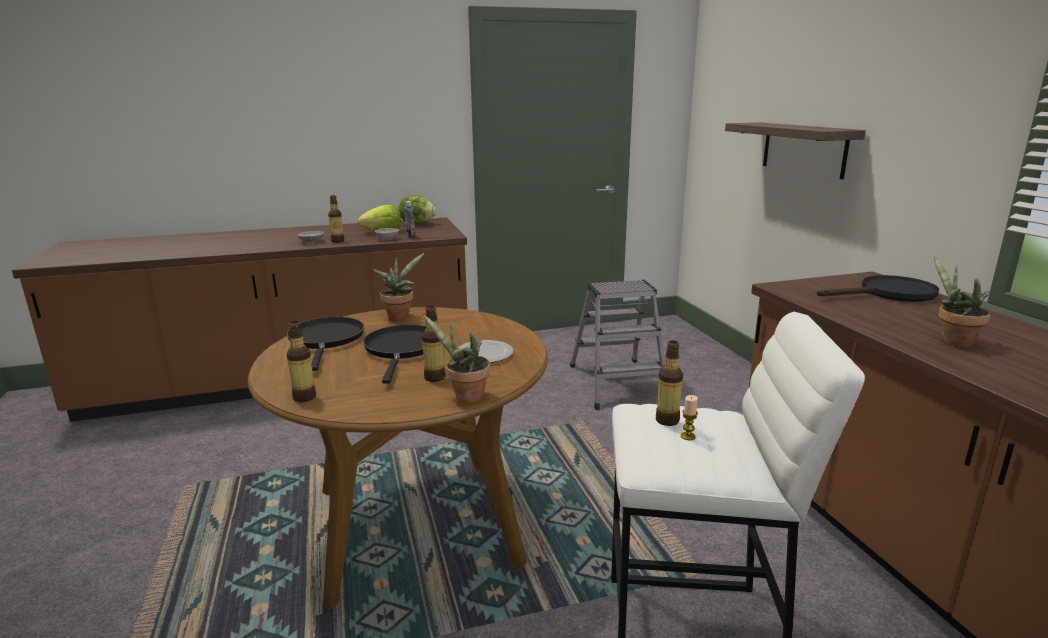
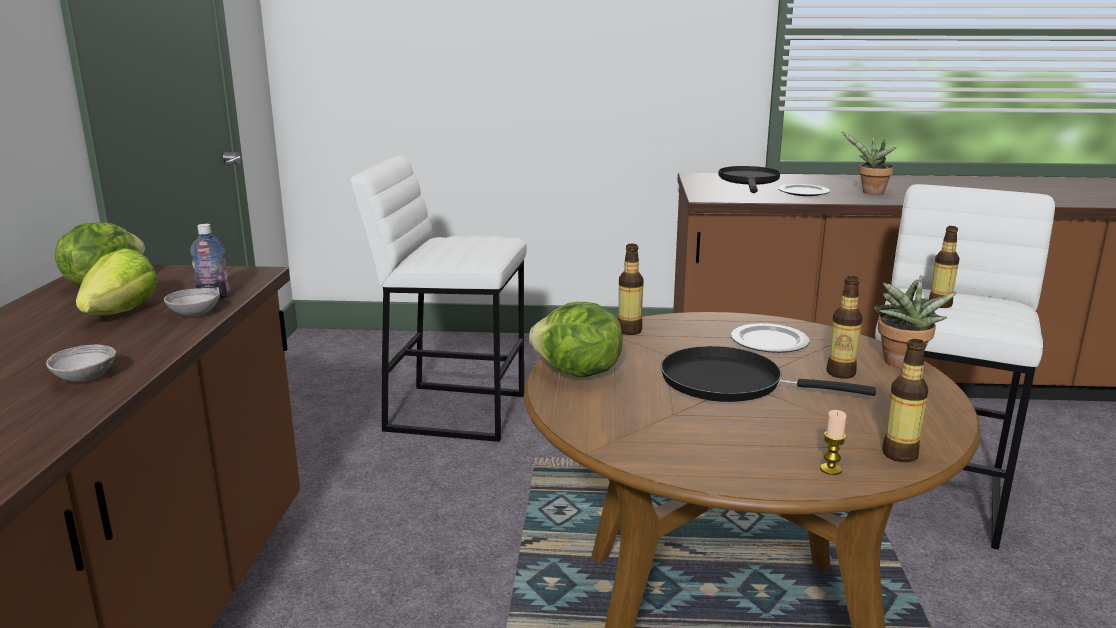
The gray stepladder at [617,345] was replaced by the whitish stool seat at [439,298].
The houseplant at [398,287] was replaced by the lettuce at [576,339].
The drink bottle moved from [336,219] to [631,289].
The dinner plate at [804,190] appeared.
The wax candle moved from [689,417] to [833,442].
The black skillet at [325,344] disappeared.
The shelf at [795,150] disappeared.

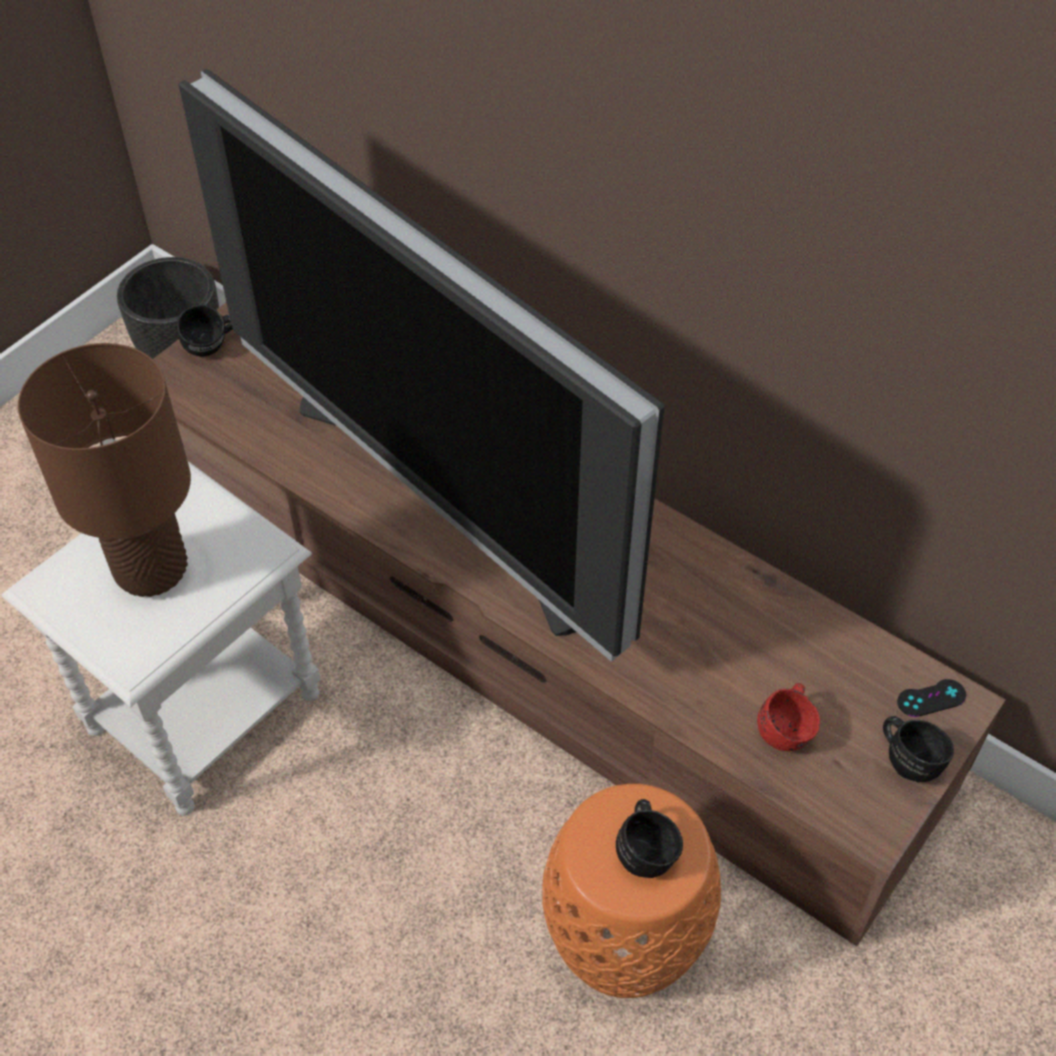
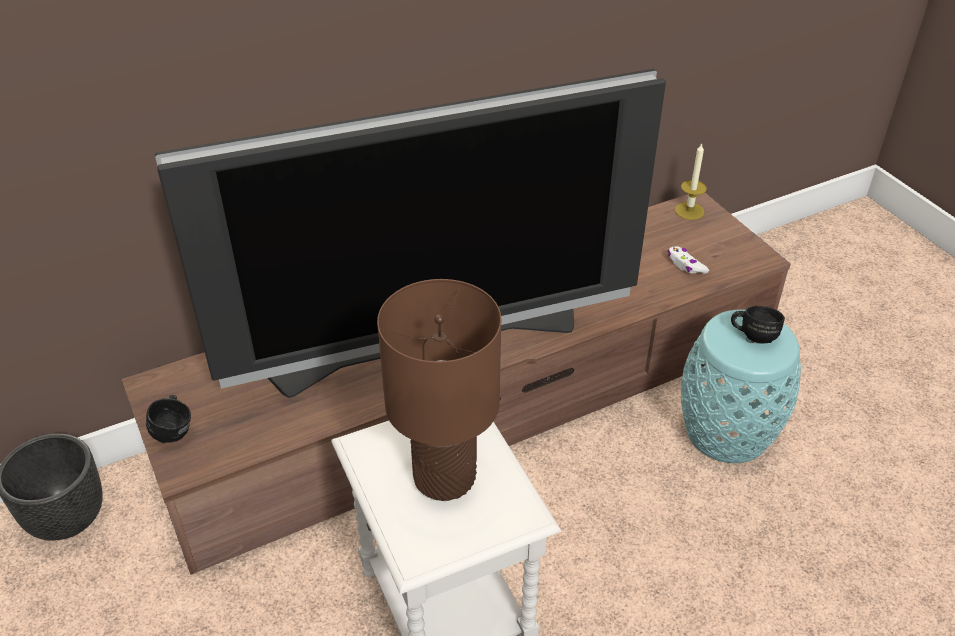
The reddish mug at [788,717] was replaced by the whitish game controller at [688,260].
The black game controller at [931,698] was replaced by the wax candle at [691,181].
The orange stool seat at [631,891] became the blue-green stool seat at [741,386].
The black mug at [918,749] disappeared.

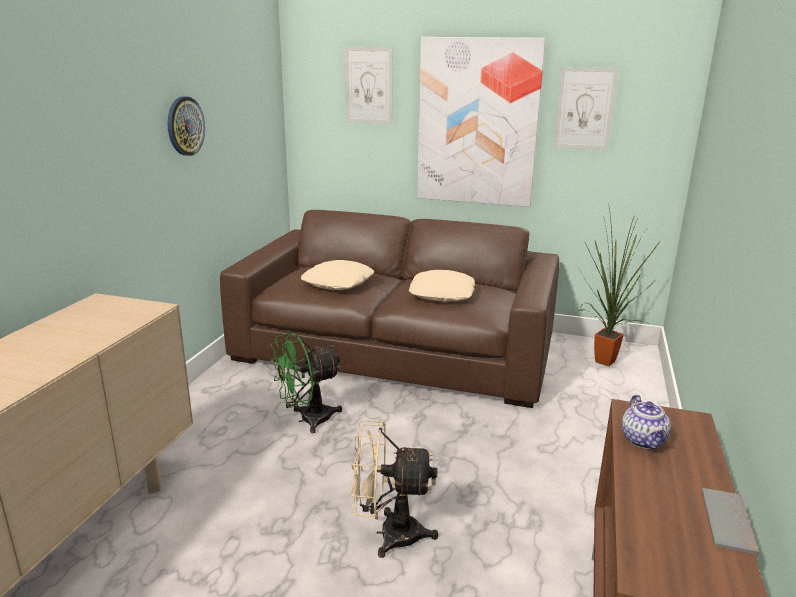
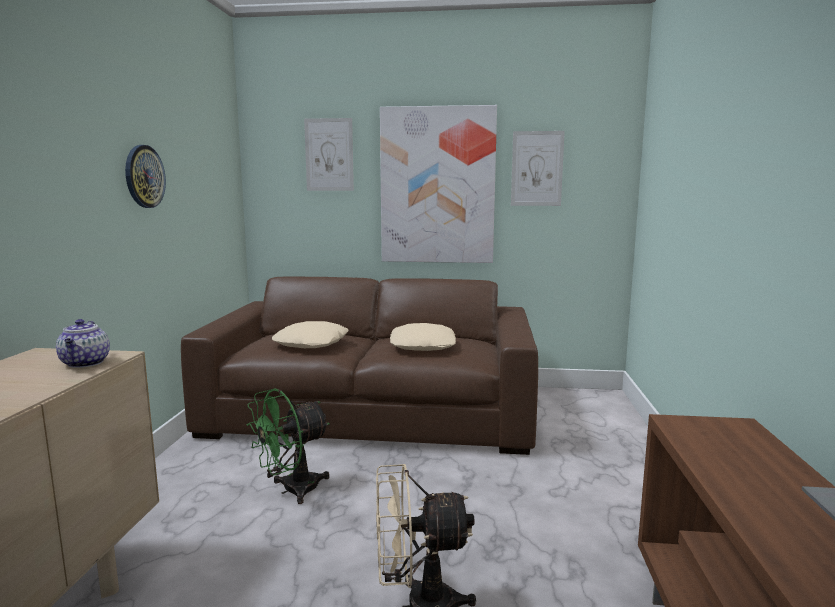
The pot for tea moved from [646,422] to [83,343].
The houseplant at [619,284] disappeared.

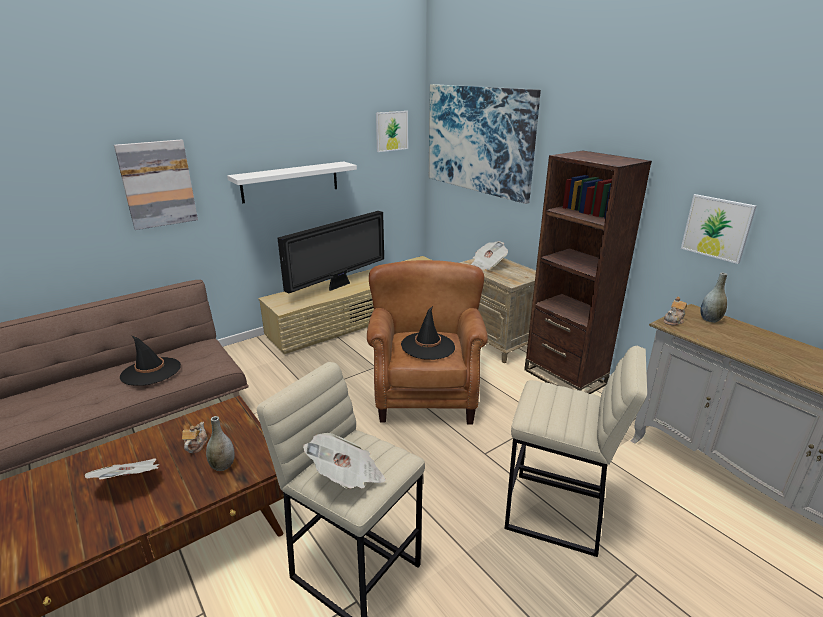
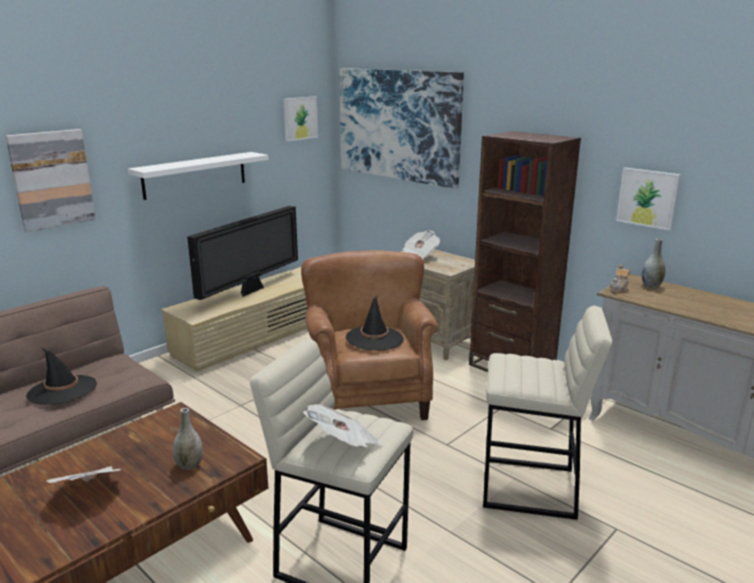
The pot for tea at [195,437] disappeared.

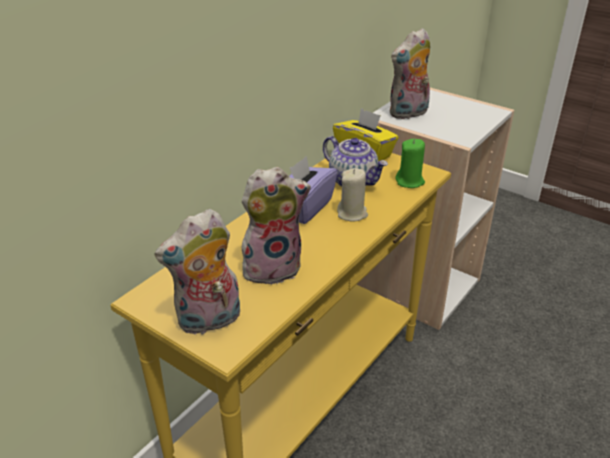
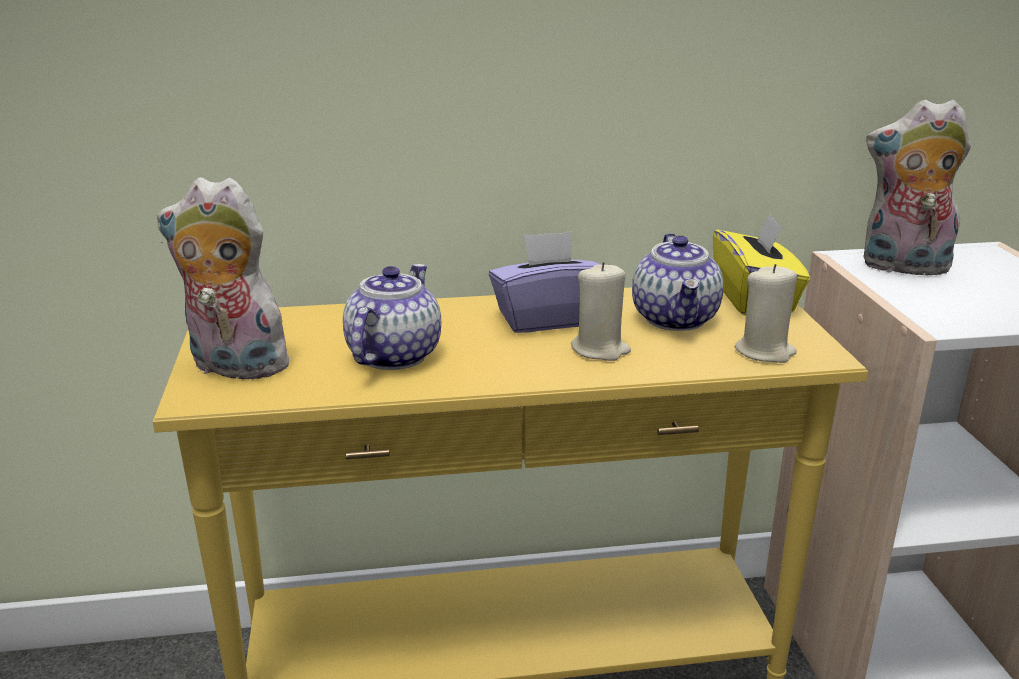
The soft toy at [276,226] was replaced by the pot for tea at [392,317].
The greenish wax candle at [410,163] became the beige-coloured wax candle at [766,313].

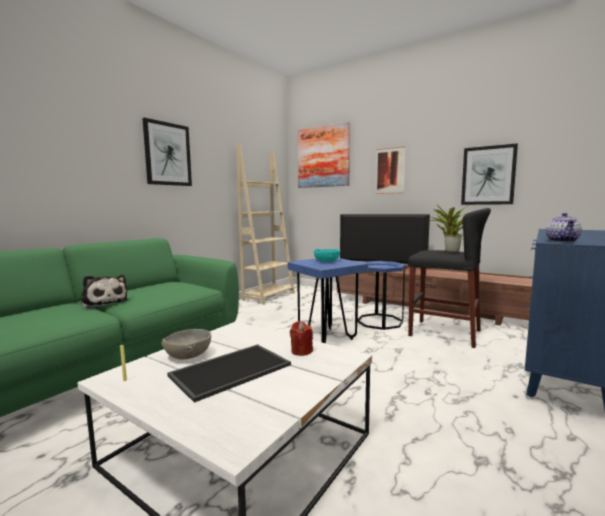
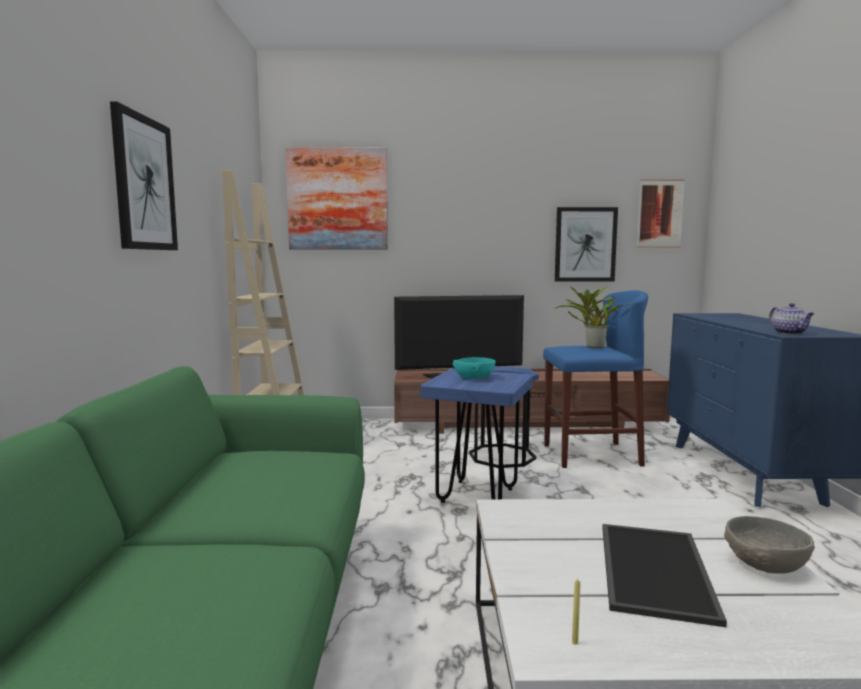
The black stool seat at [449,278] became the bluish stool seat at [595,379].
The picture moved from [390,170] to [661,213].
The gray deep dish moved from [186,344] to [769,545].
The soft toy at [104,292] disappeared.
The reddish wax candle at [301,339] disappeared.

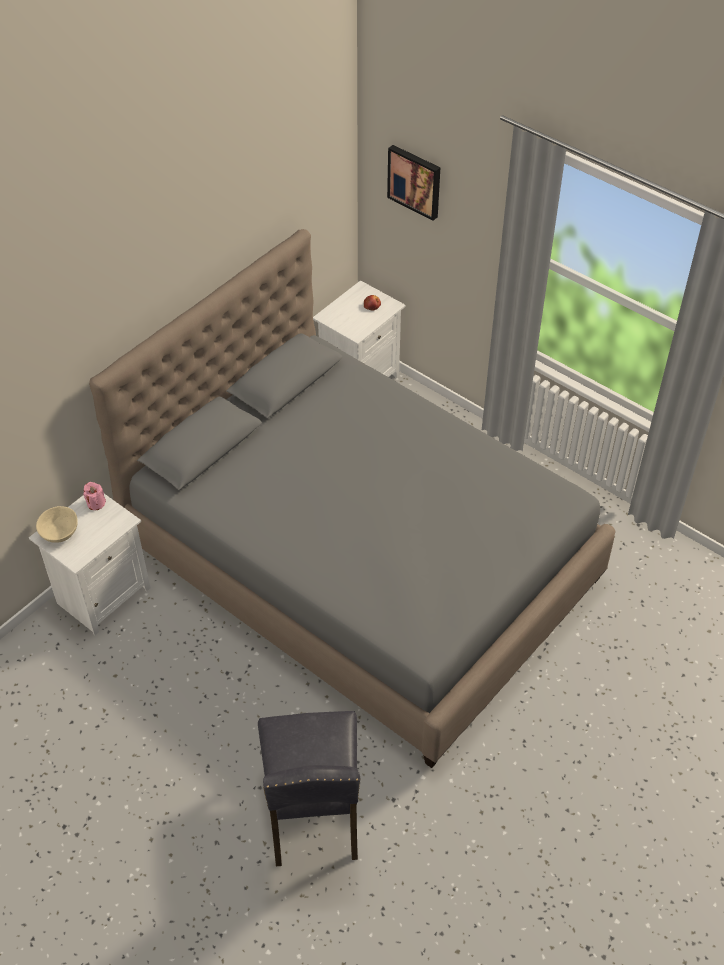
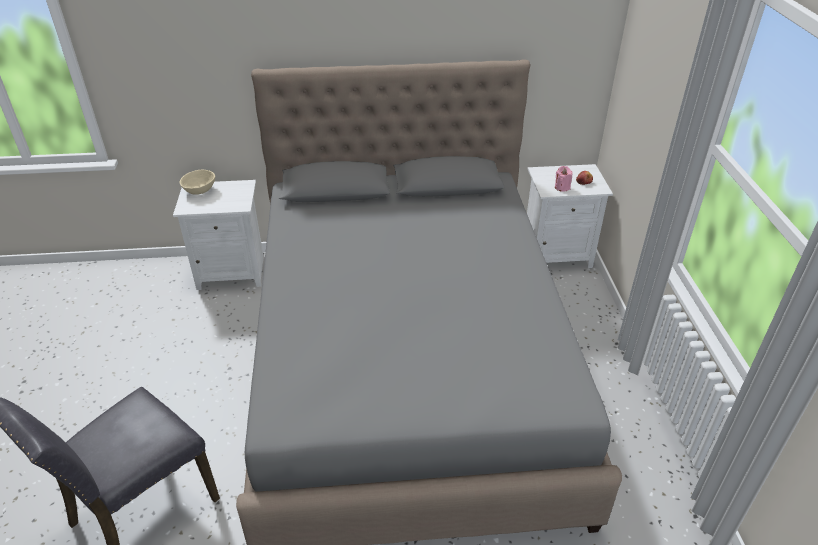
The pink wax candle moved from [94,496] to [564,179].
The picture at [413,182] disappeared.

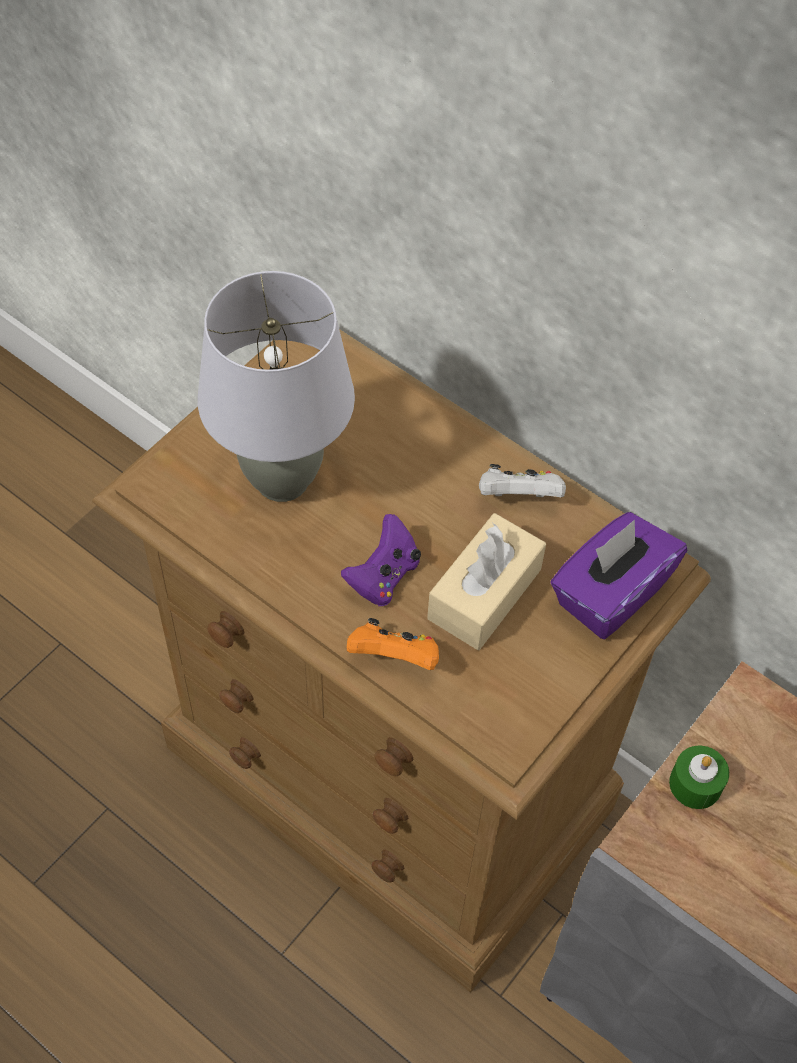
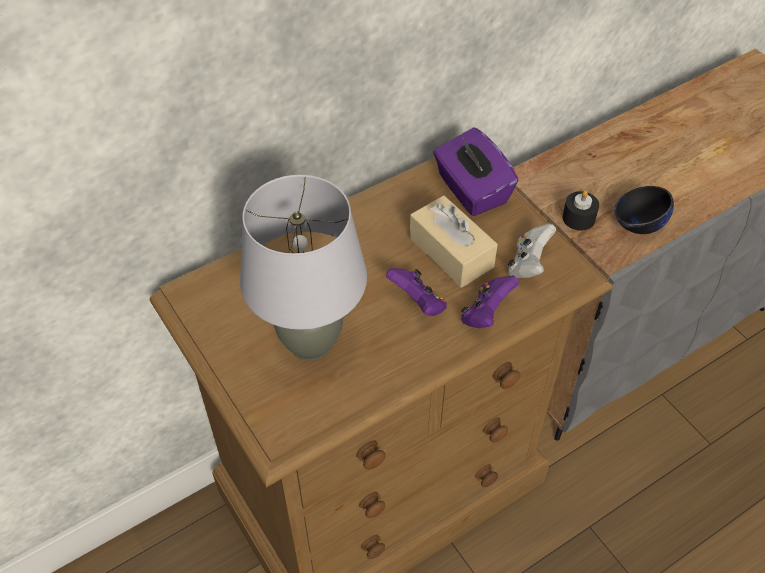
The orange game controller at [393,644] became the purplish game controller at [490,302].
The whitish game controller moved from [522,481] to [532,250].
The greenish wax candle at [699,777] became the black wax candle at [580,210].
The black deep dish at [644,210] appeared.

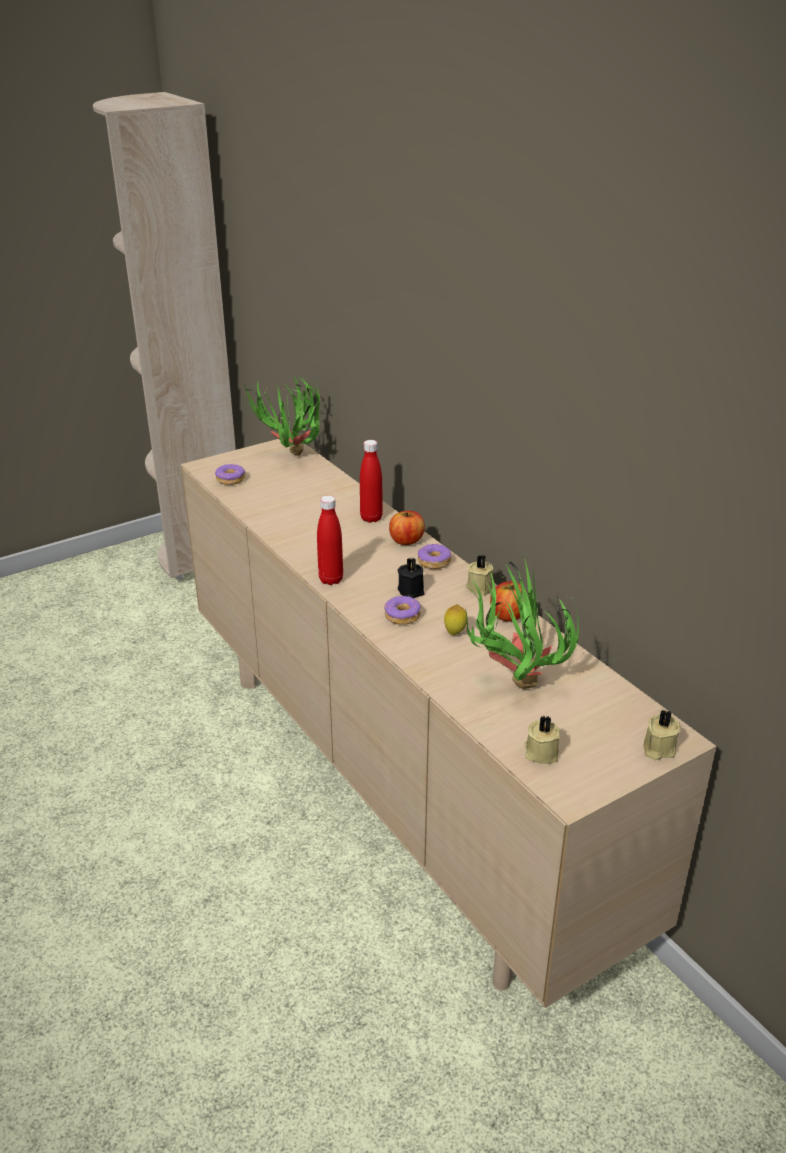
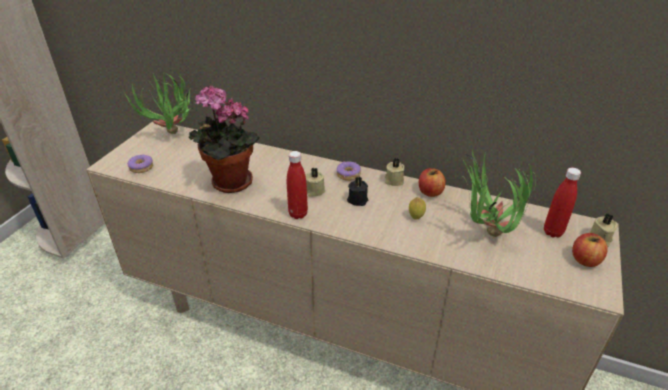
The houseplant at [224,139] appeared.
The beige-coloured wax candle moved from [542,740] to [315,182].
The reddish drink bottle moved from [371,481] to [562,203].
The apple moved from [407,528] to [590,250].
The donut at [402,610] disappeared.

